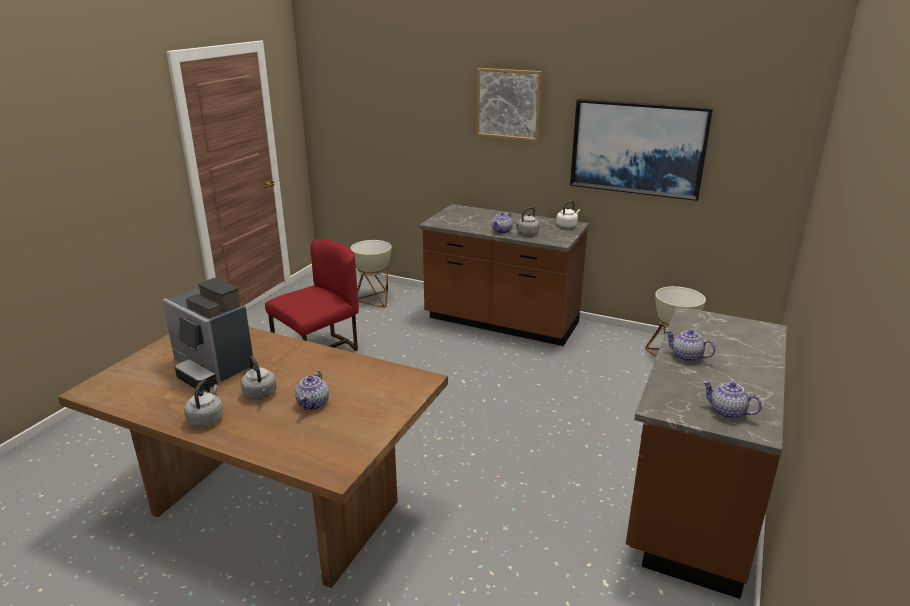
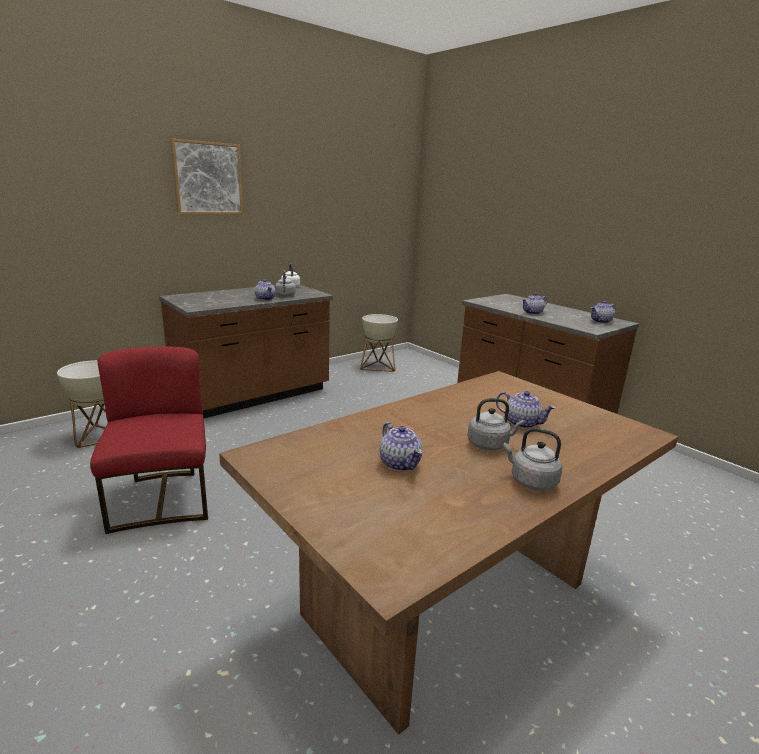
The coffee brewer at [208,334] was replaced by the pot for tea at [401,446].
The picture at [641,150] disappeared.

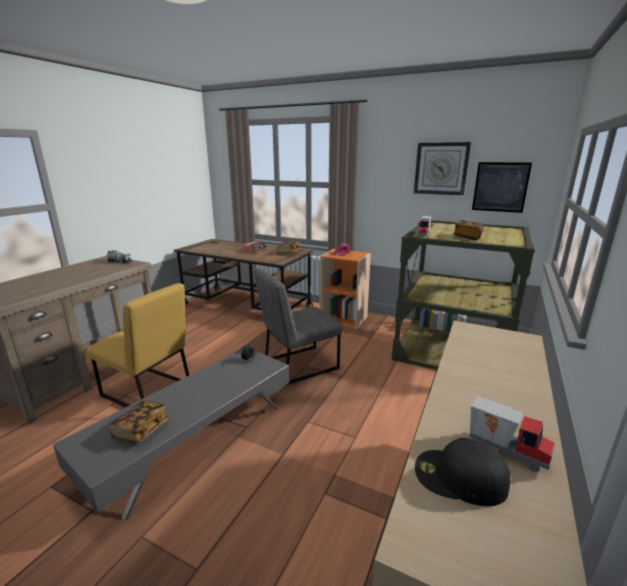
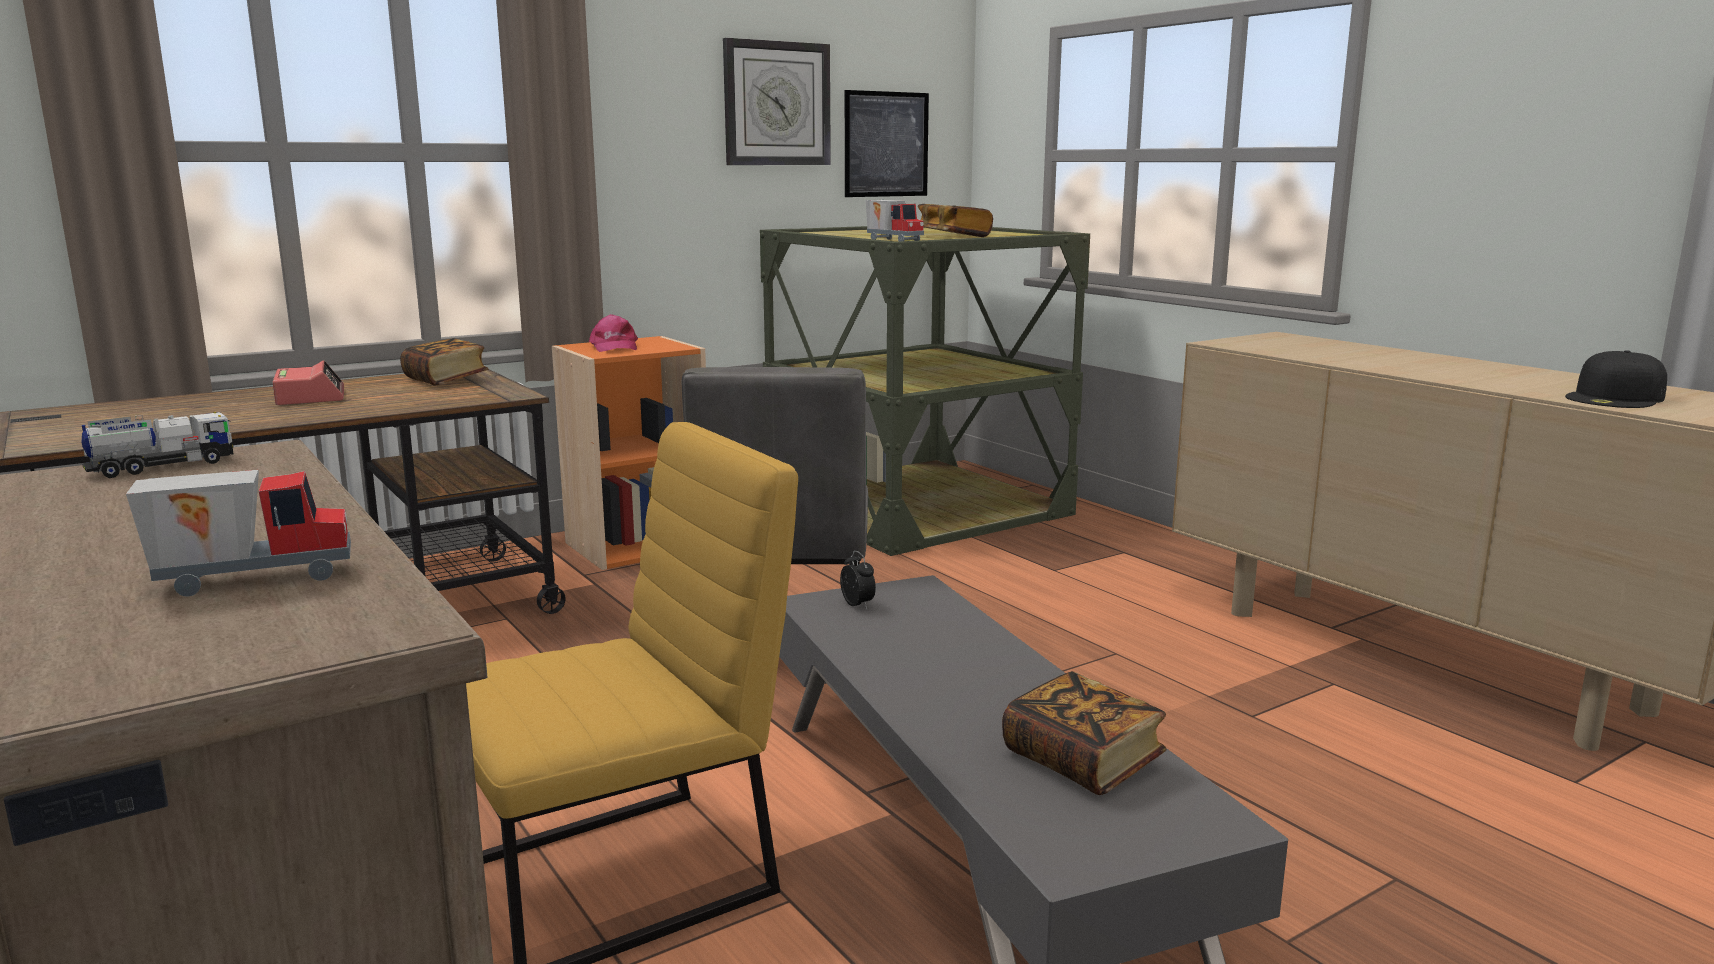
The model truck moved from [512,434] to [238,533].

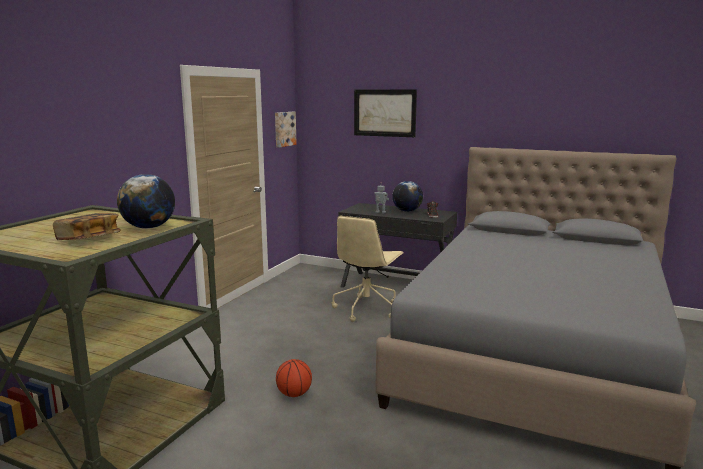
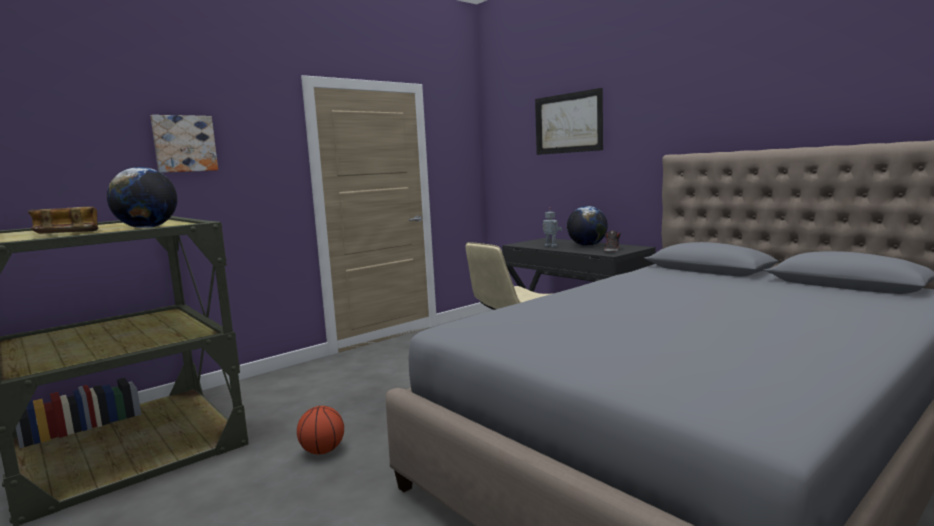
The picture moved from [286,130] to [184,144].

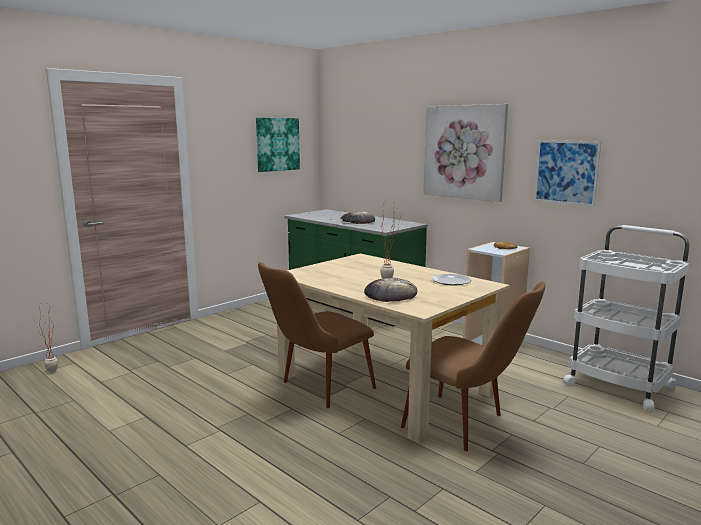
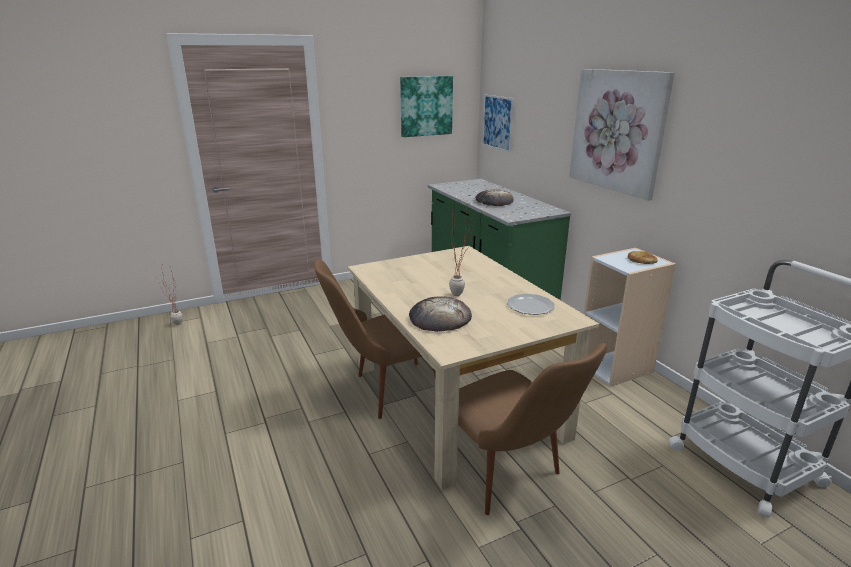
The picture moved from [567,173] to [498,124].

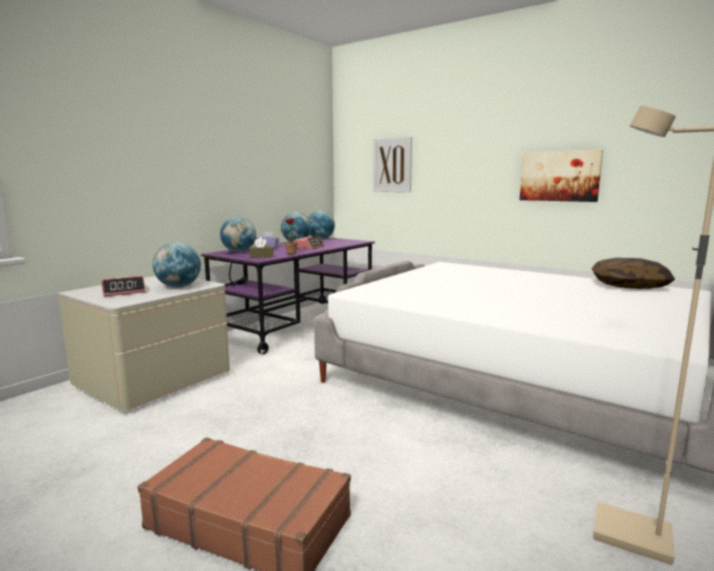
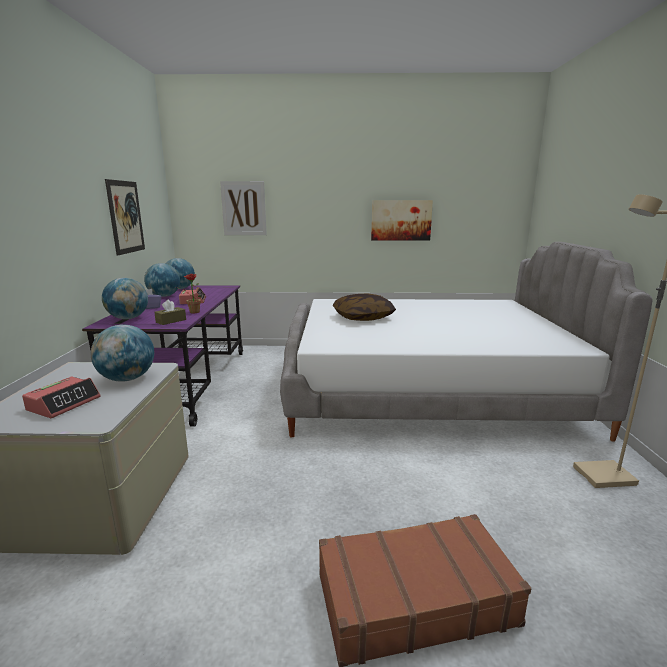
The picture at [125,217] appeared.
The cushion moved from [633,273] to [364,307].

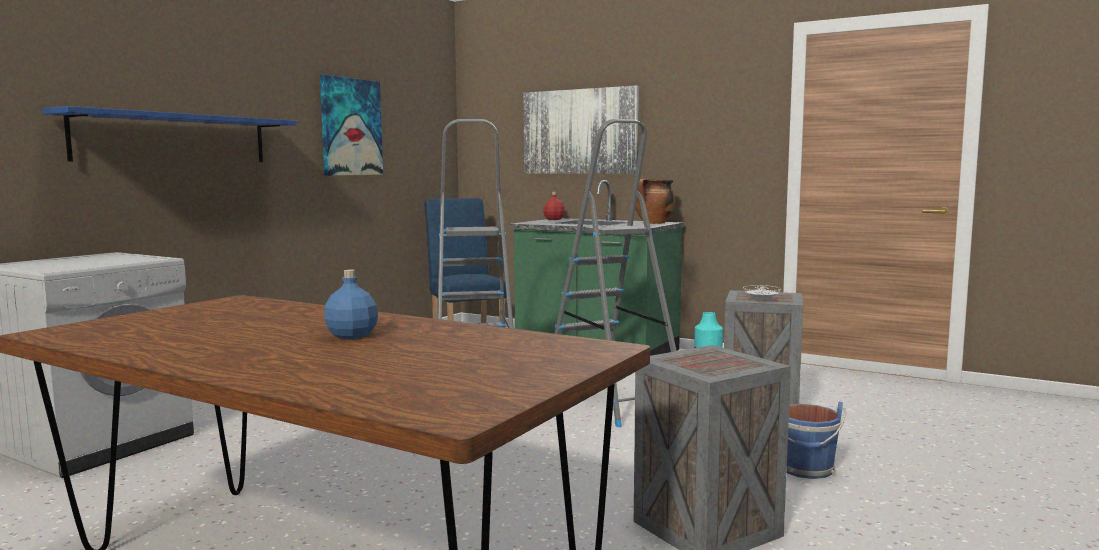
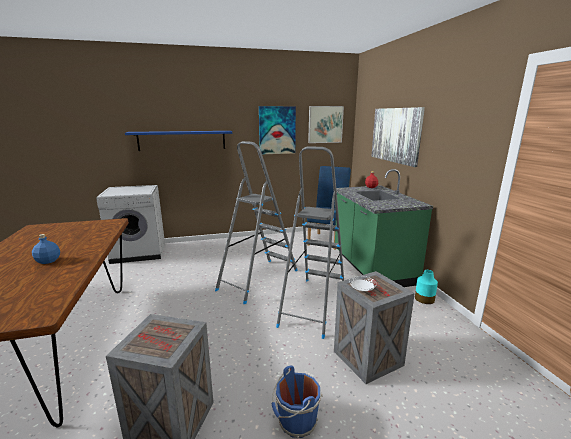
The picture at [326,124] appeared.
The stockpot at [655,201] disappeared.

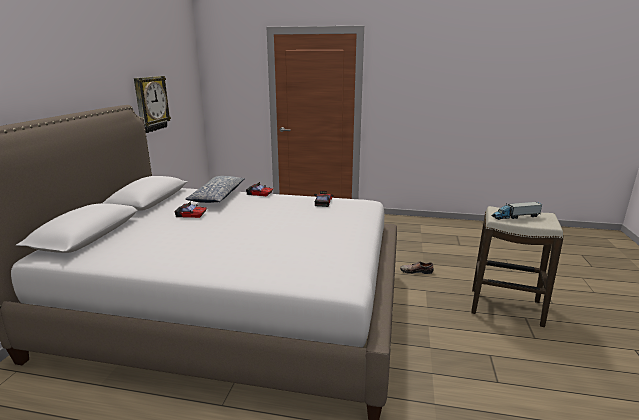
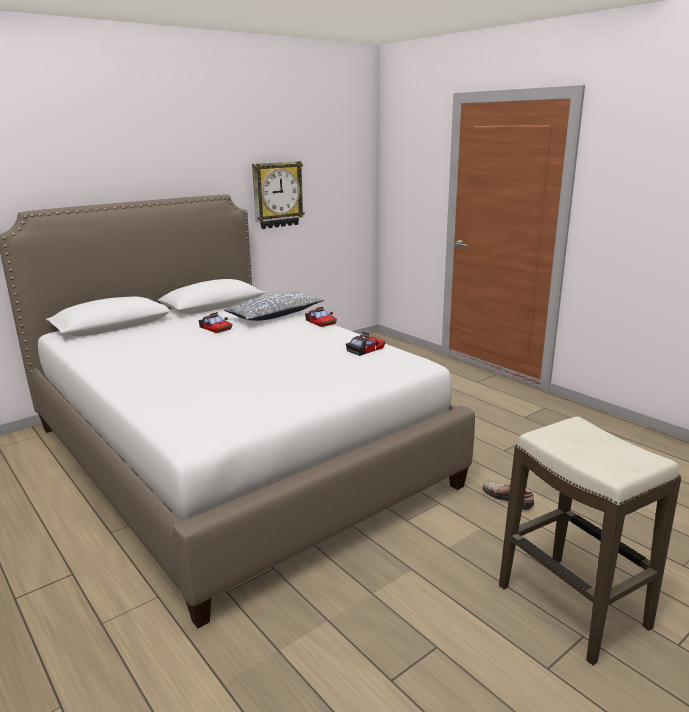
The model truck at [517,211] disappeared.

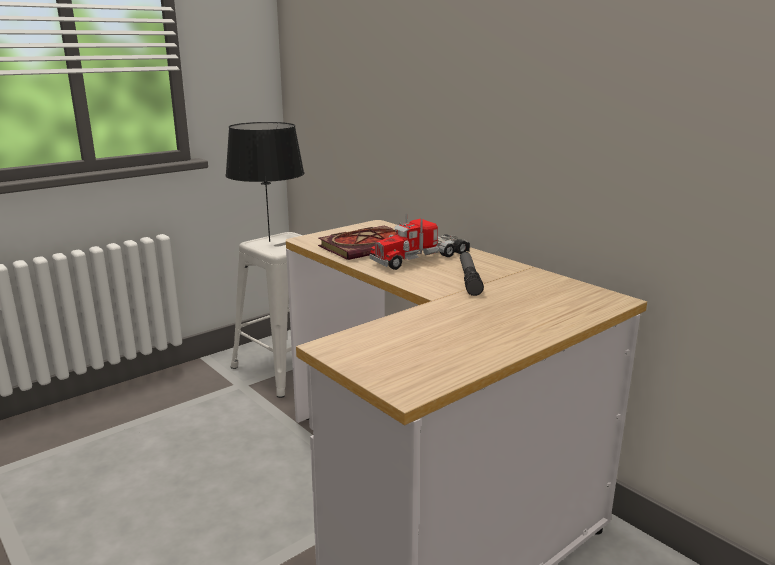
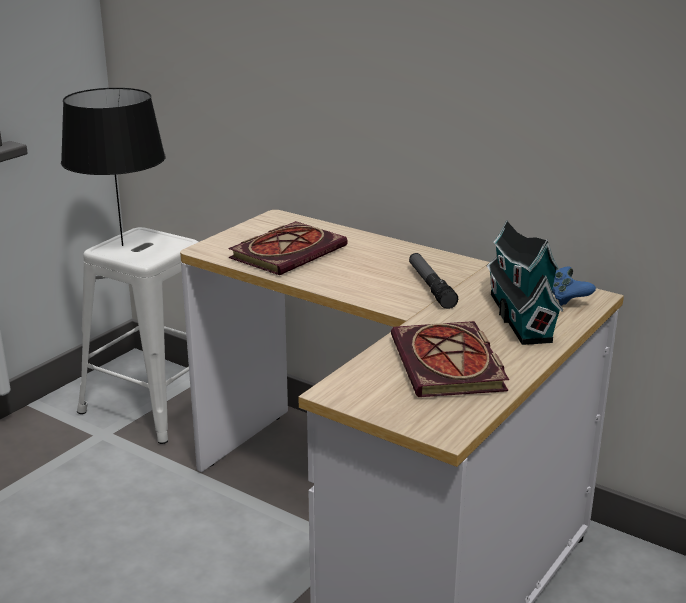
The book at [450,359] appeared.
The miniature house at [524,282] appeared.
The bluish game controller at [574,286] appeared.
The model truck at [419,242] disappeared.

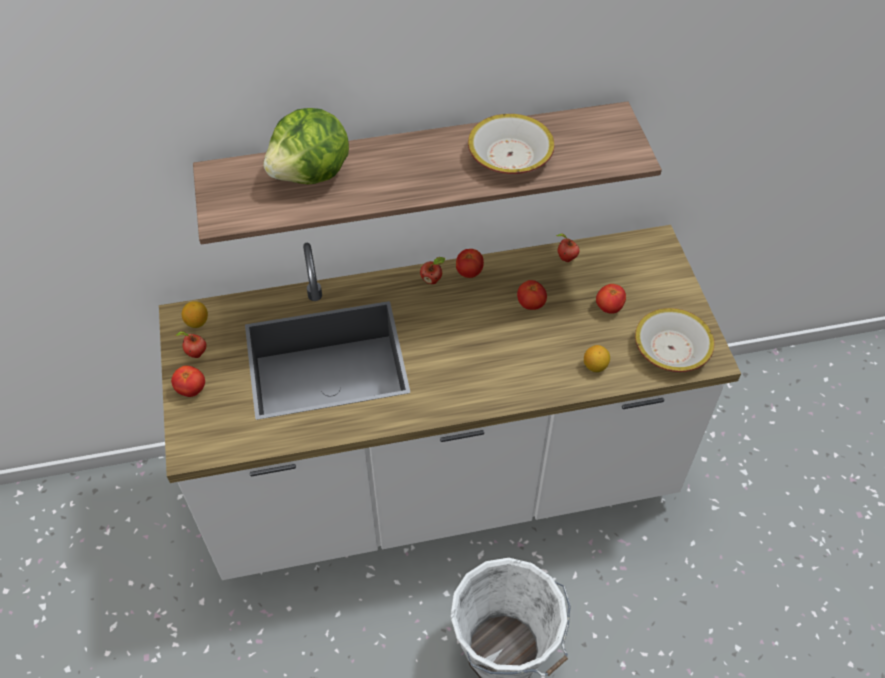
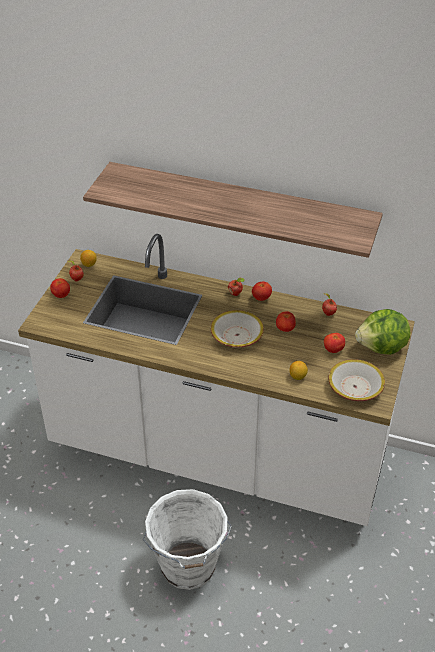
The deep dish moved from [511,144] to [237,329].
The lettuce moved from [306,146] to [382,332].

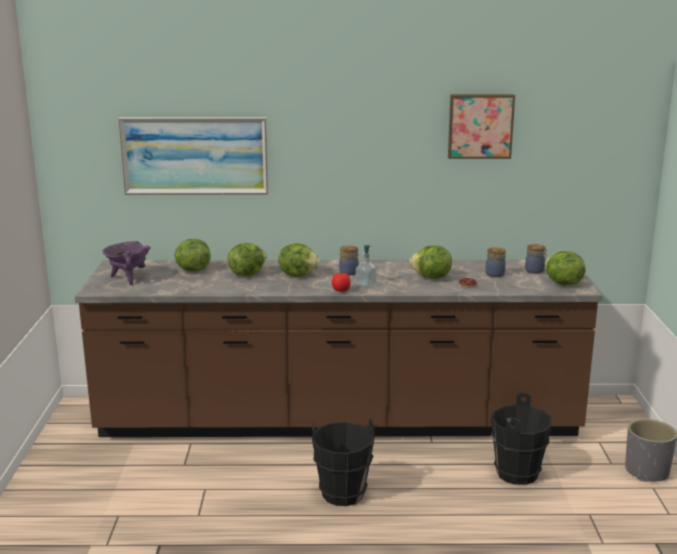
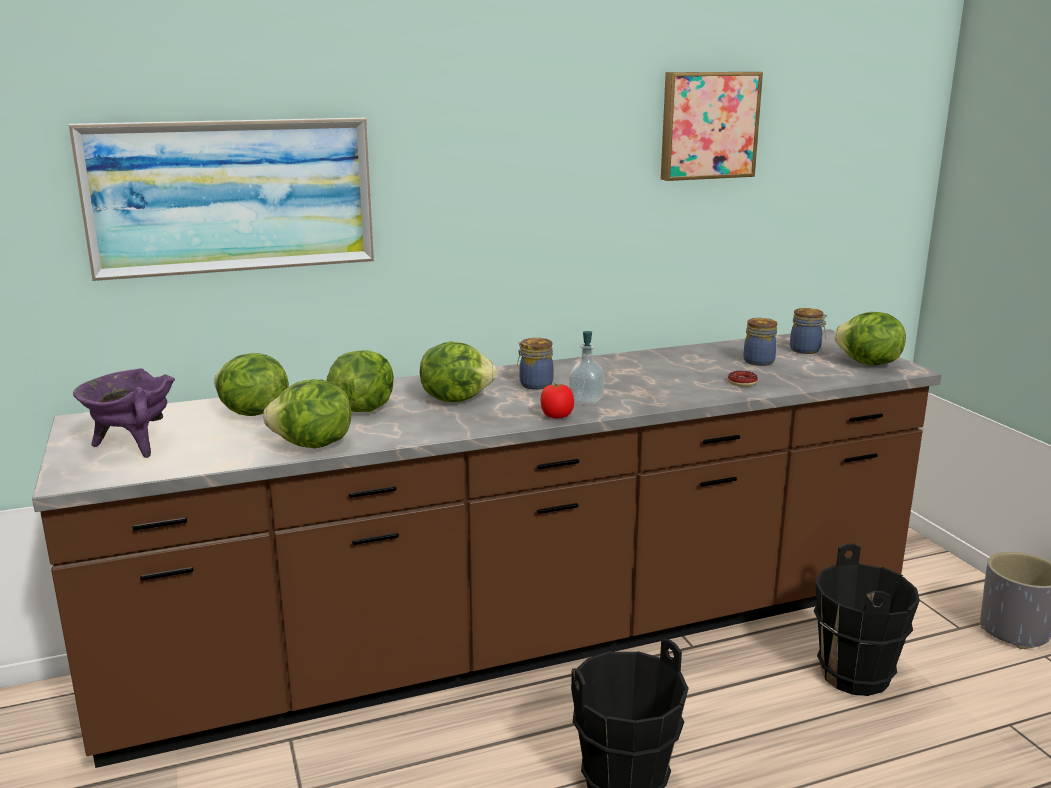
The lettuce moved from [430,262] to [307,414].

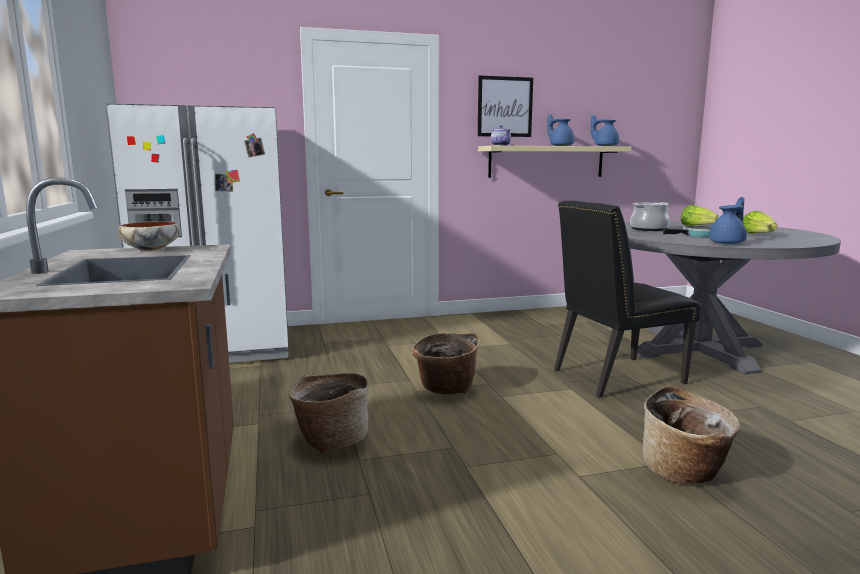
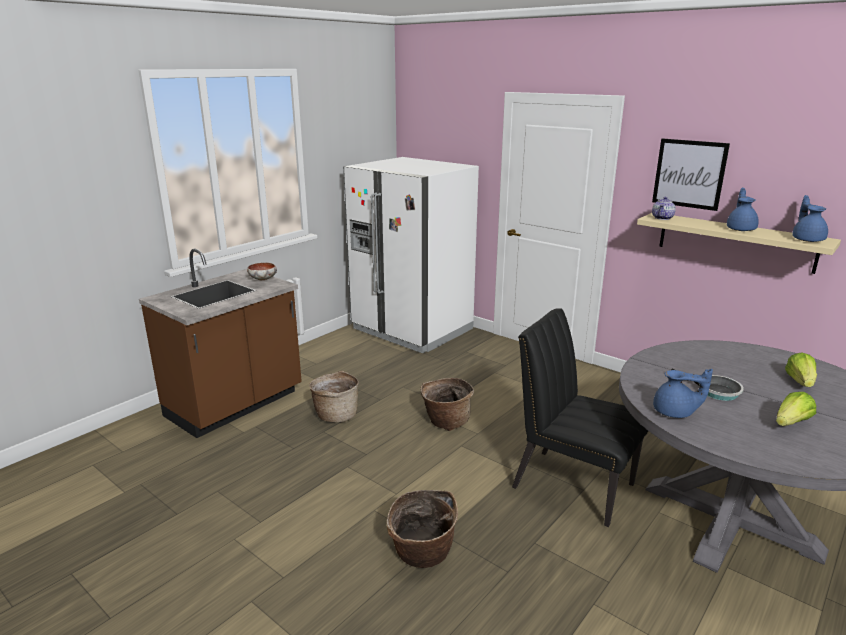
The stockpot at [649,216] disappeared.

